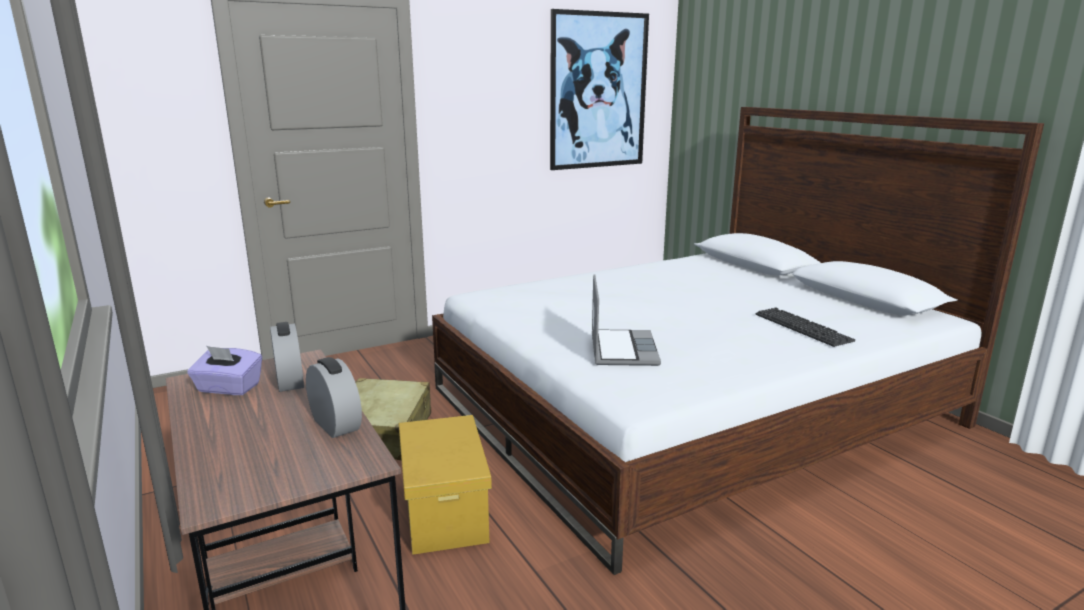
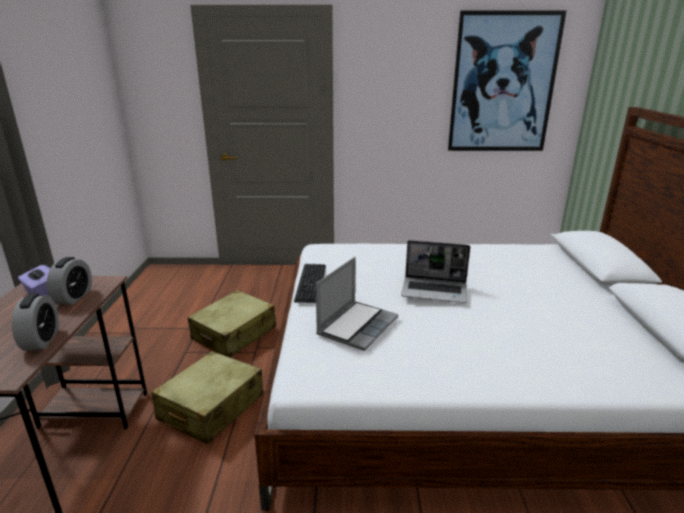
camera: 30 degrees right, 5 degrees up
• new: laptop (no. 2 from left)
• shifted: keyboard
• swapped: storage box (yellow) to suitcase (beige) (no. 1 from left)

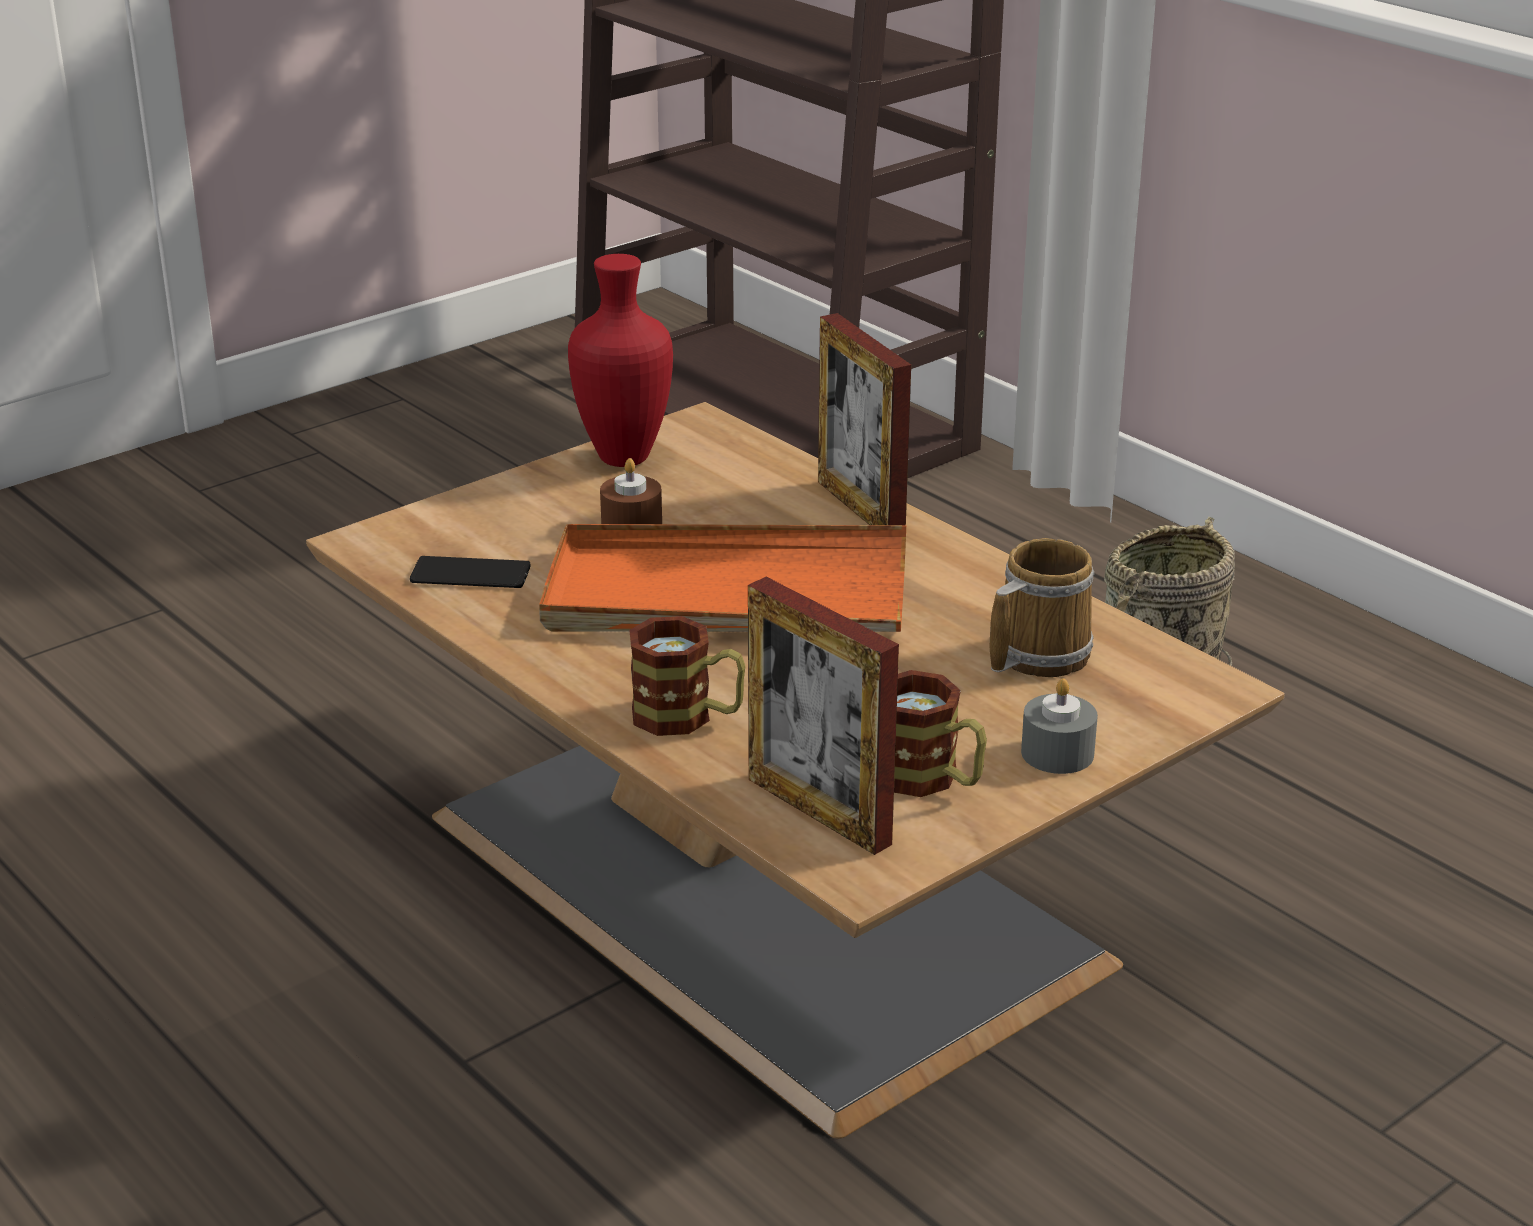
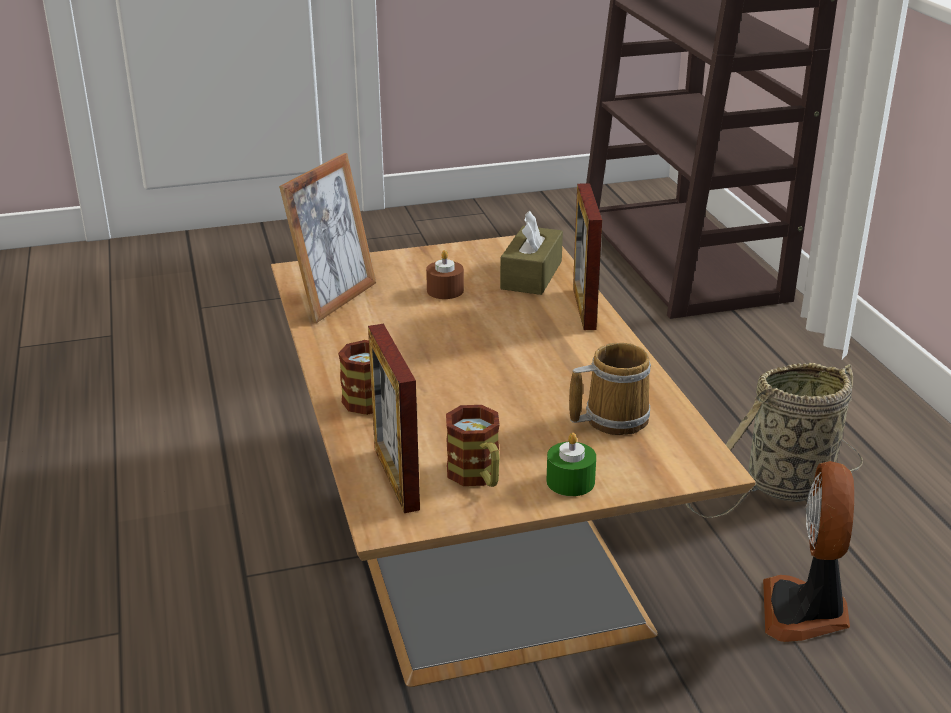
camera: 25 degrees right, 0 degrees up
• gone: tray (orange)
• gone: vase (red)
• new: tissue box (brown)
• new: fan
• swapped: phone to picture frame (no. 1 from left)
• repainted: candle (grey) to candle (green)

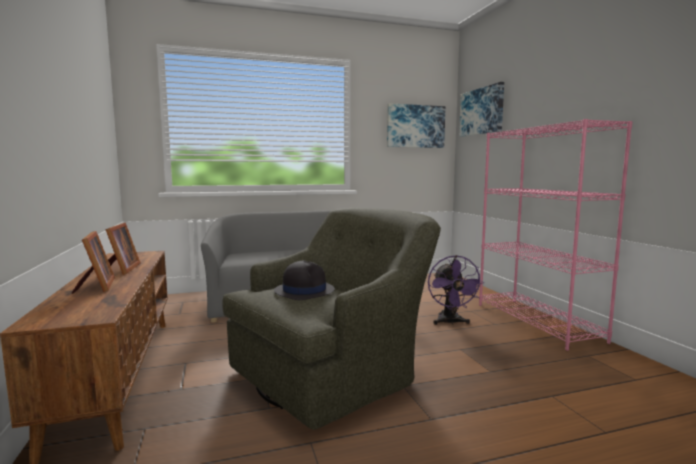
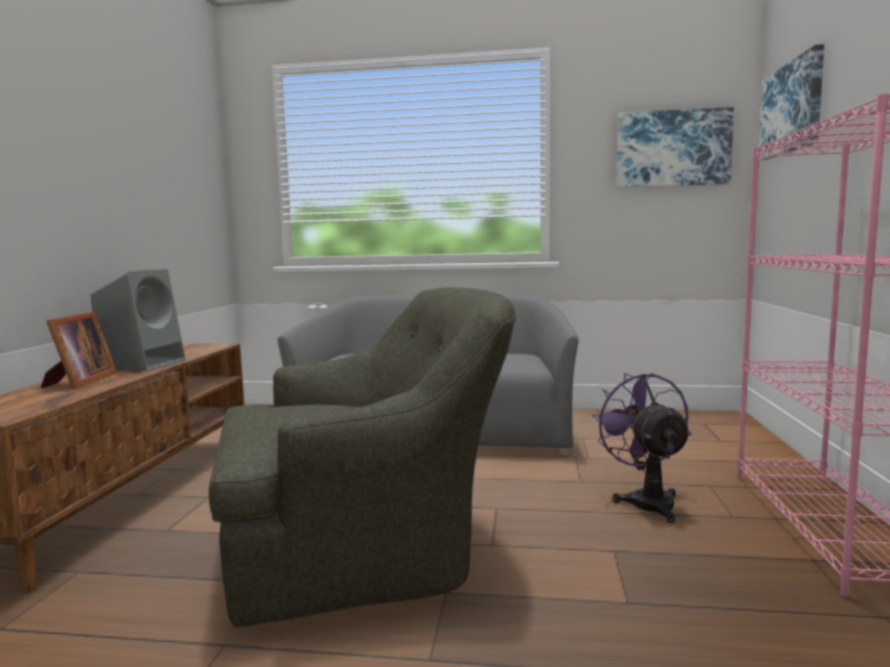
camera: 25 degrees right, 0 degrees up
• gone: hat (black)
• swapped: picture frame (no. 2 from left) to speaker (grey)
• rotated: fan (purple) 150 degrees clockwise

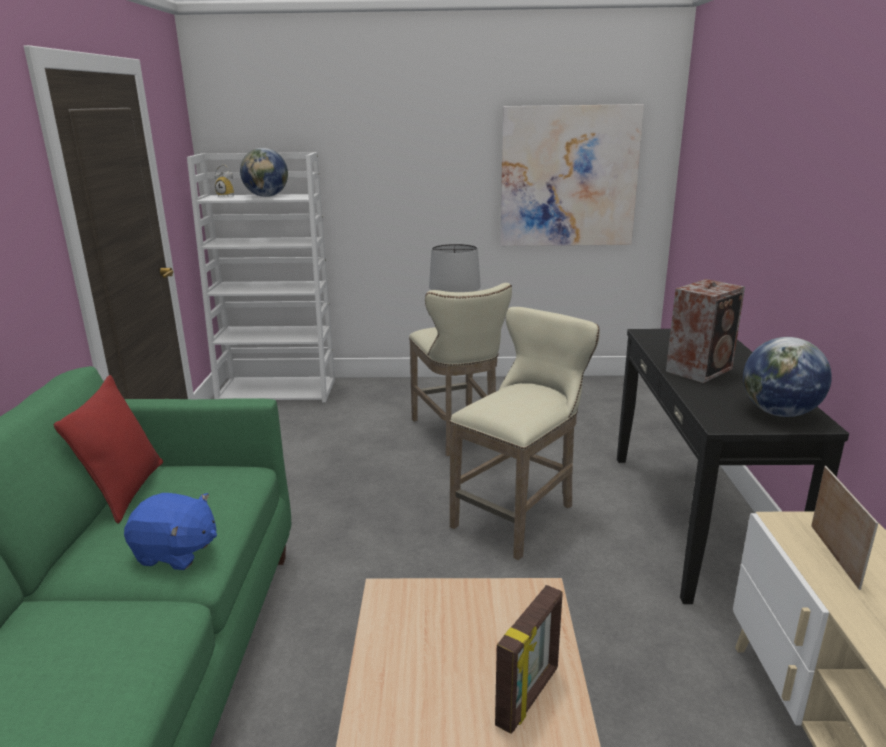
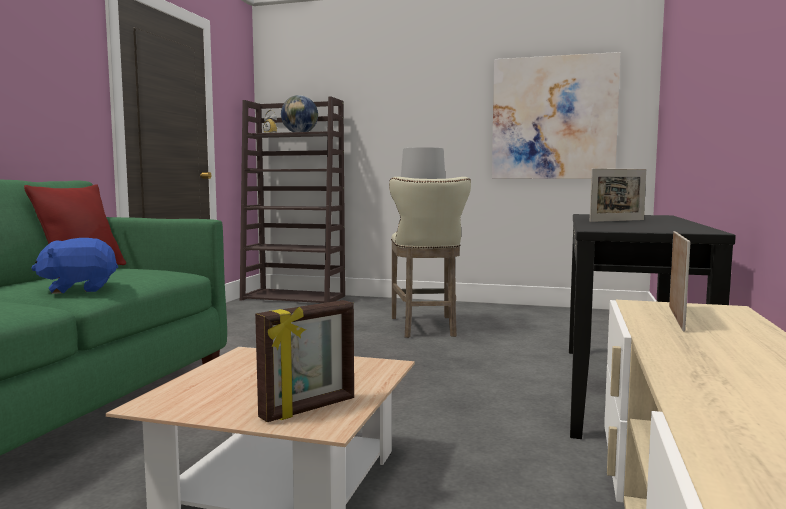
camera: 15 degrees right, 15 degrees down
• gone: stool (beige) (no. 2 from left)
• gone: globe (no. 2 from left)
• swapped: speaker to picture frame (no. 2 from left)
• repainted: bookcase (white) to bookcase (brown)
• rotated: plush toy (blue) 135 degrees clockwise

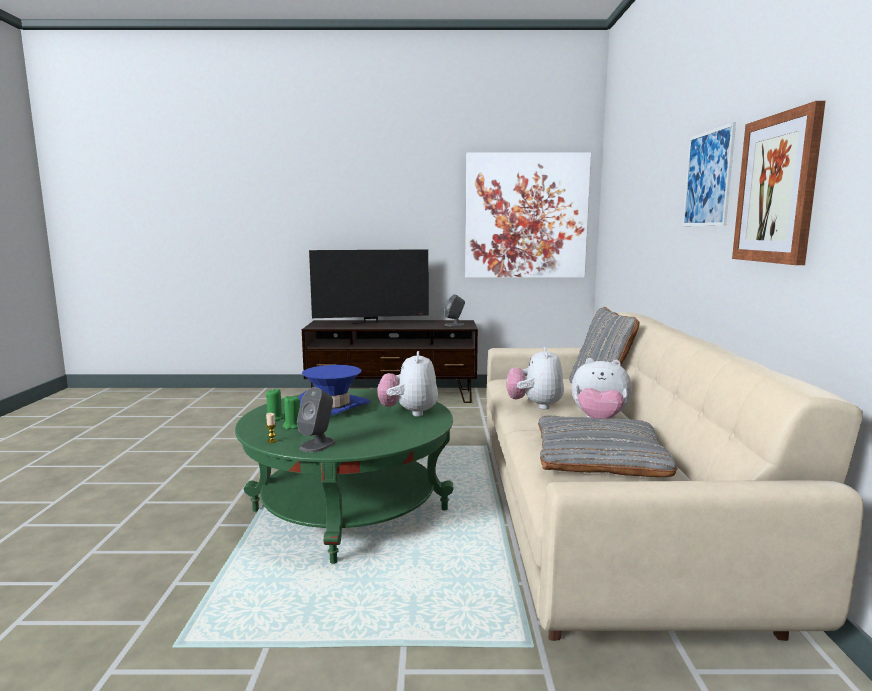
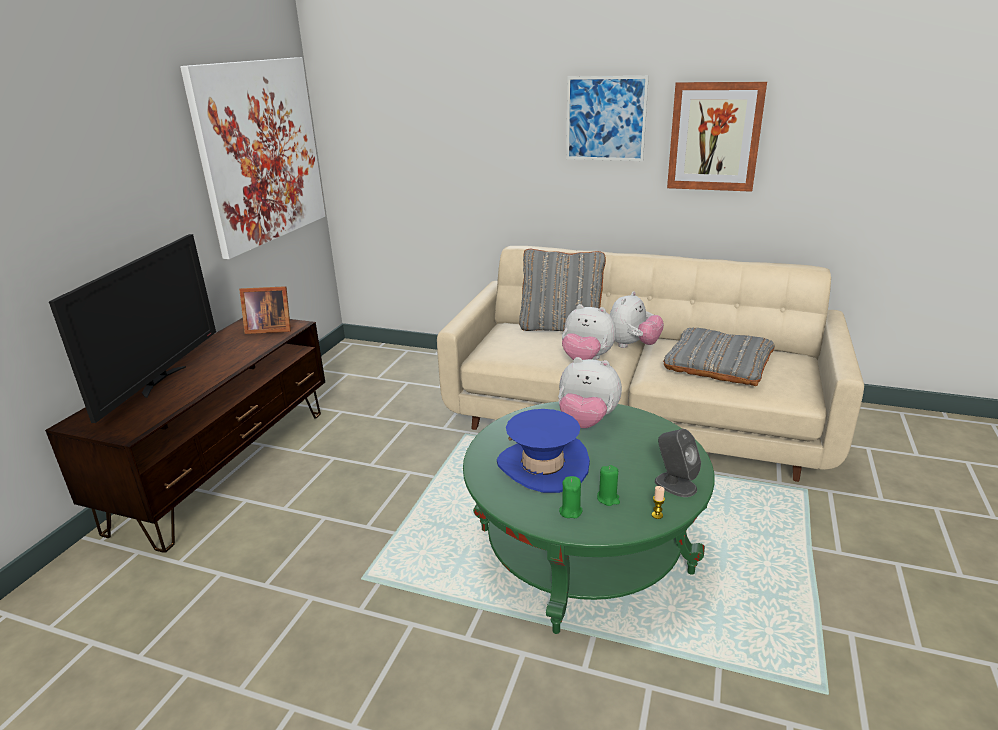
camera: 70 degrees left, 15 degrees up
• swapped: speaker (grey) (no. 2 from left) to picture frame

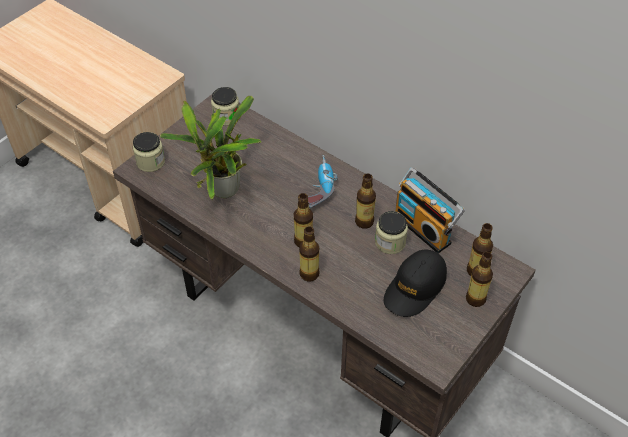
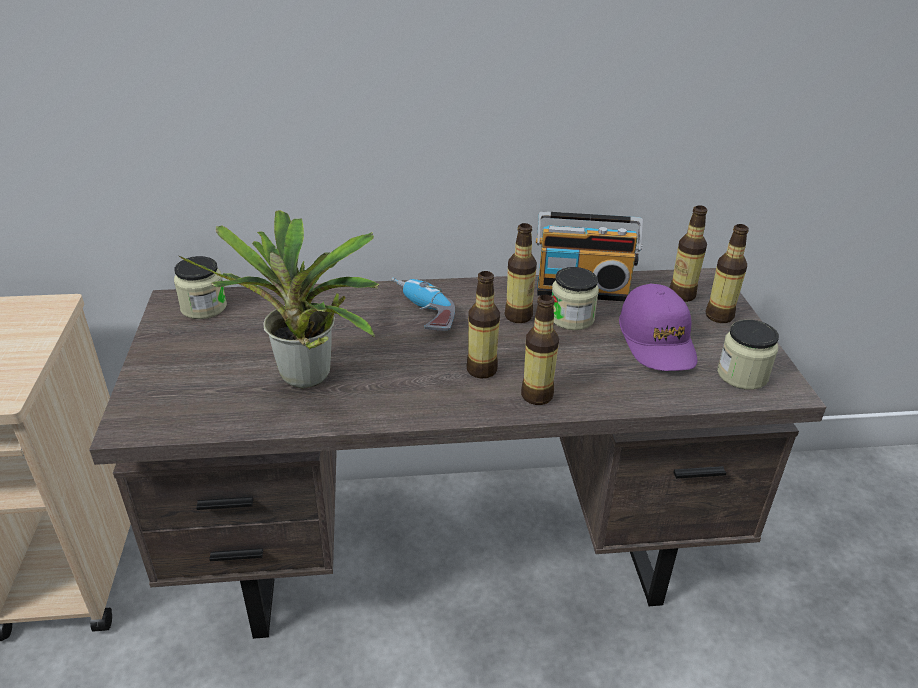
camera: 45 degrees left, 15 degrees down
• shifted: jar (no. 1 from left in the first image) to jar (no. 3 from left)
• repainted: cap (black) to cap (purple)

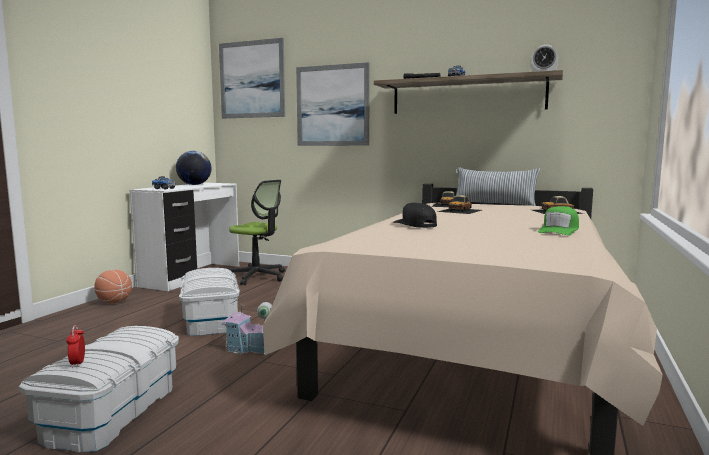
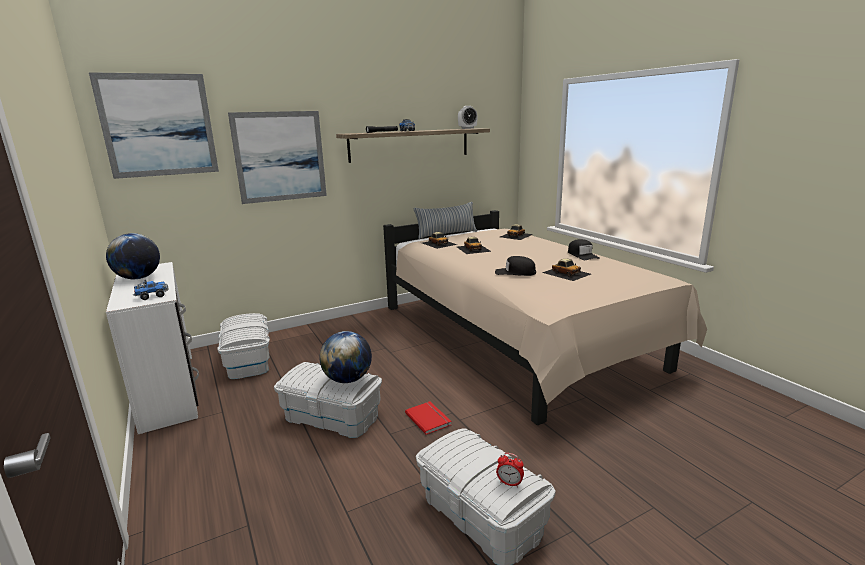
camera: 50 degrees left, 10 degrees up
• gone: basketball
• new: globe (no. 2 from left)
• new: toy car (no. 4 from left)
• swapped: toy house to book (red)
• swapped: office chair to storage box (white) (no. 1 from left)
• repainted: cap (green) to cap (black) (no. 2 from left)

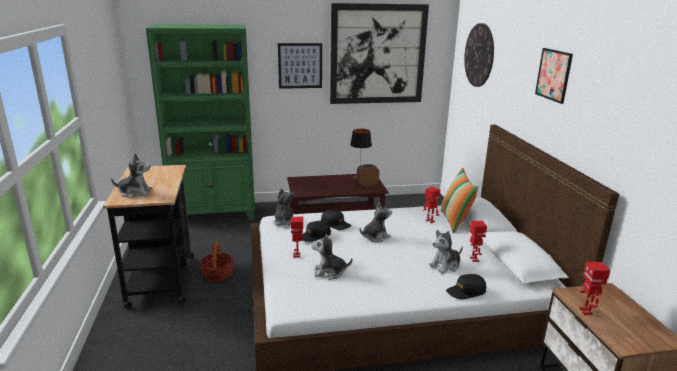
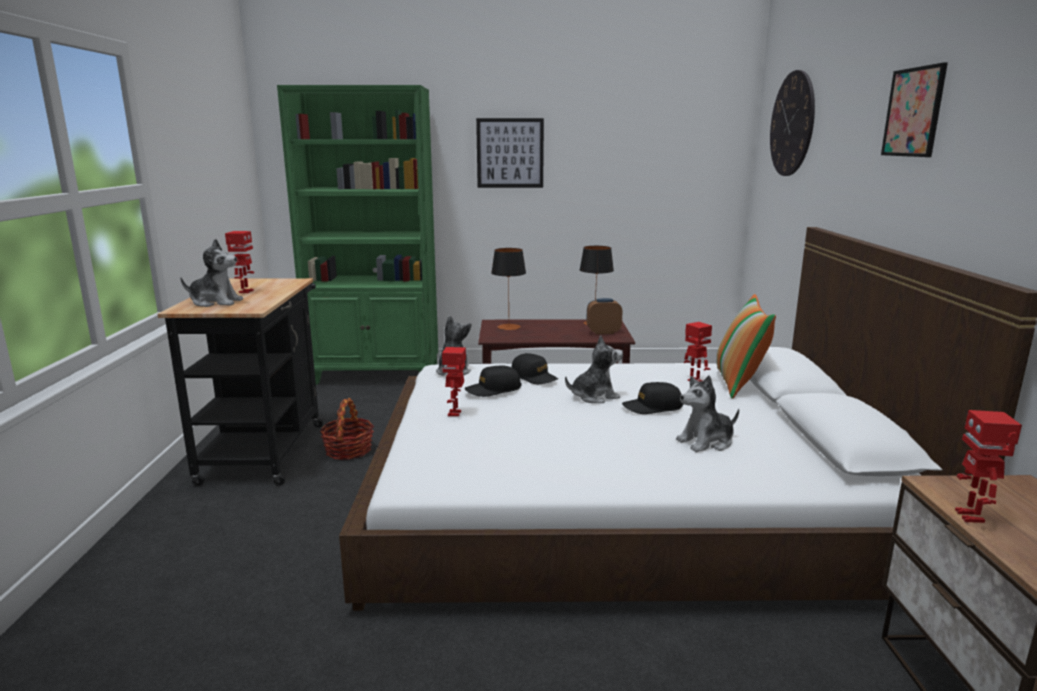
camera: 10 degrees right, 5 degrees down
• gone: plush toy (no. 3 from left)
• gone: picture (no. 2 from left)
• new: table lamp (no. 1 from left)
• shifted: cap (black) (no. 3 from left)
• shifted: toy robot (no. 3 from left in the first image) to toy robot (no. 1 from left)

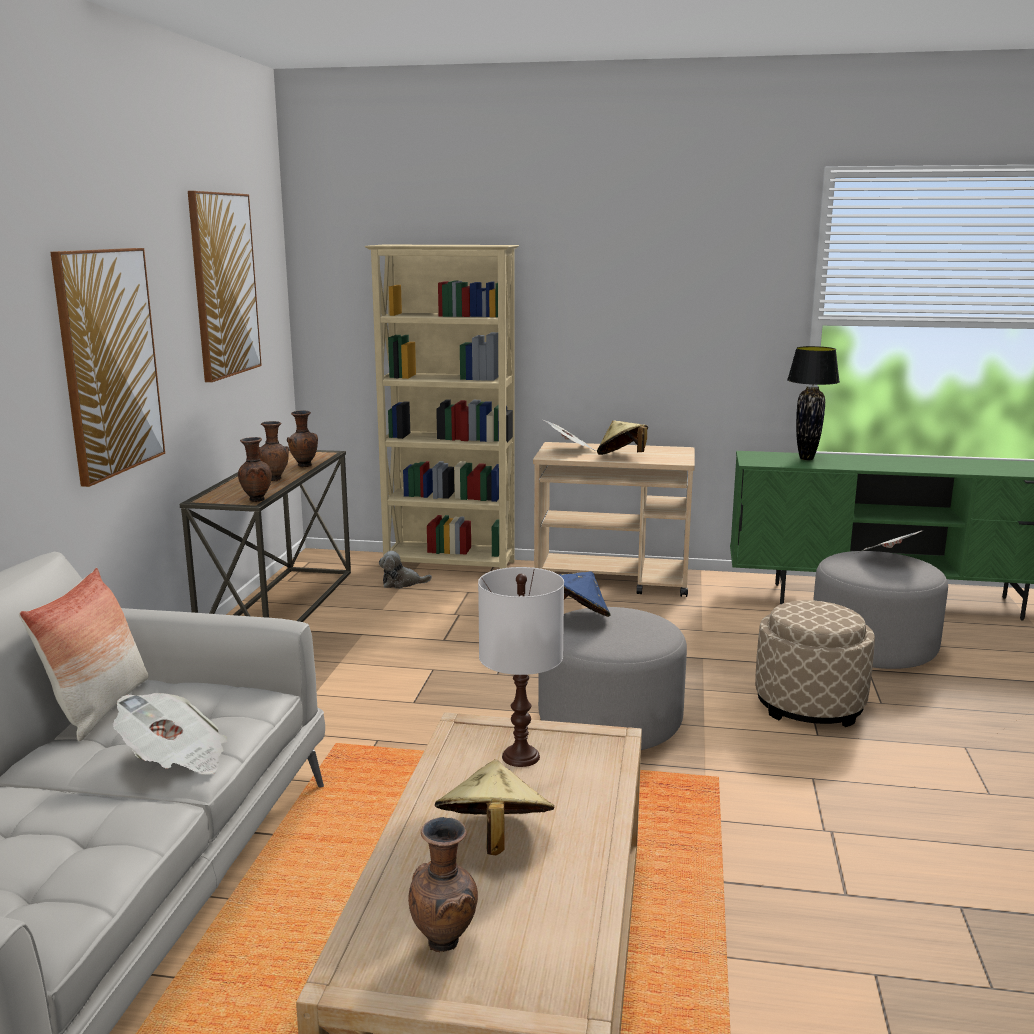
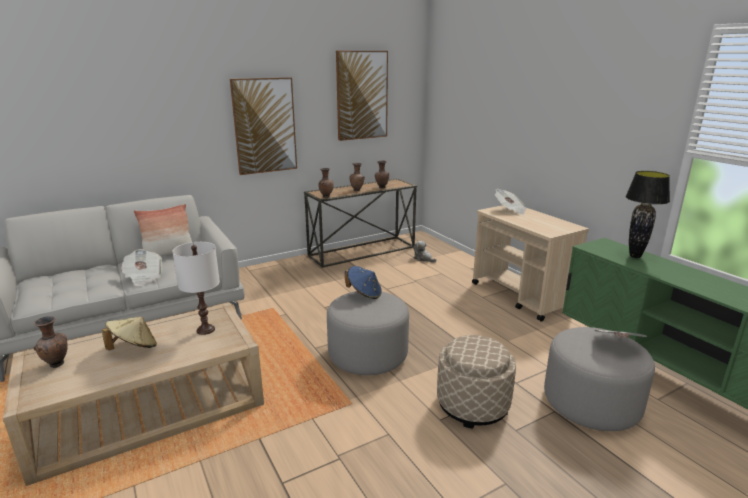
camera: 50 degrees right, 5 degrees up
• gone: bookcase (beige)
• gone: hat (beige) (no. 2 from left)

